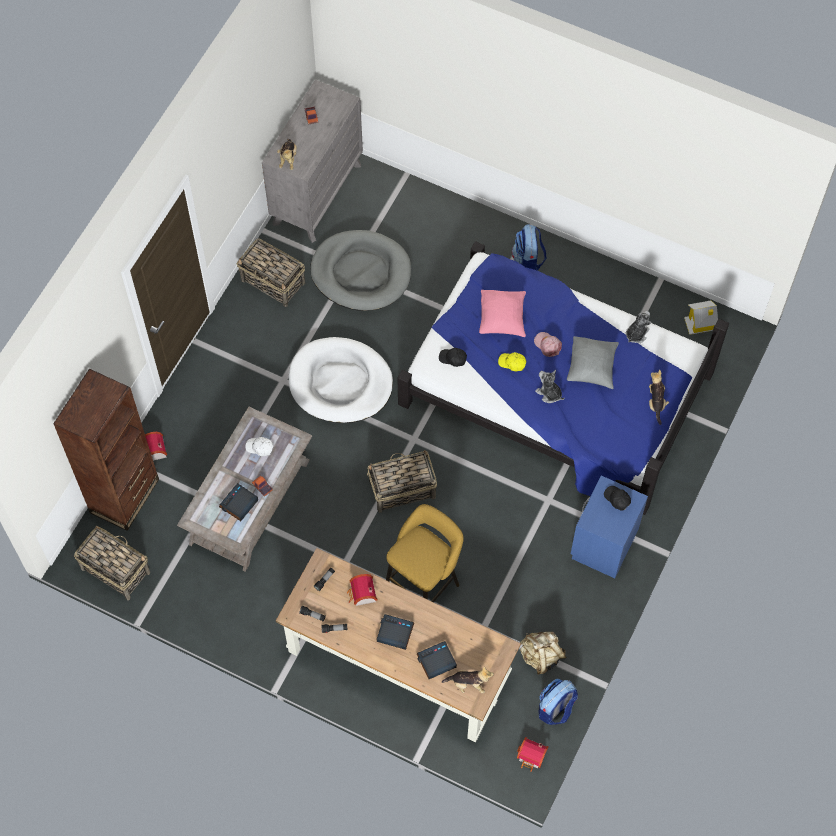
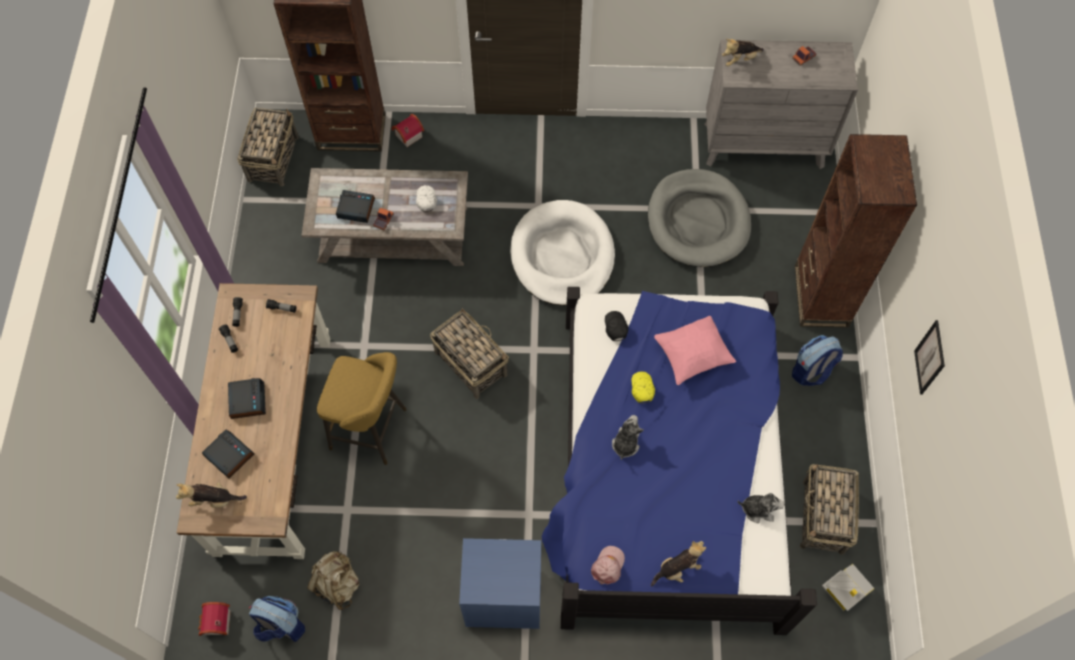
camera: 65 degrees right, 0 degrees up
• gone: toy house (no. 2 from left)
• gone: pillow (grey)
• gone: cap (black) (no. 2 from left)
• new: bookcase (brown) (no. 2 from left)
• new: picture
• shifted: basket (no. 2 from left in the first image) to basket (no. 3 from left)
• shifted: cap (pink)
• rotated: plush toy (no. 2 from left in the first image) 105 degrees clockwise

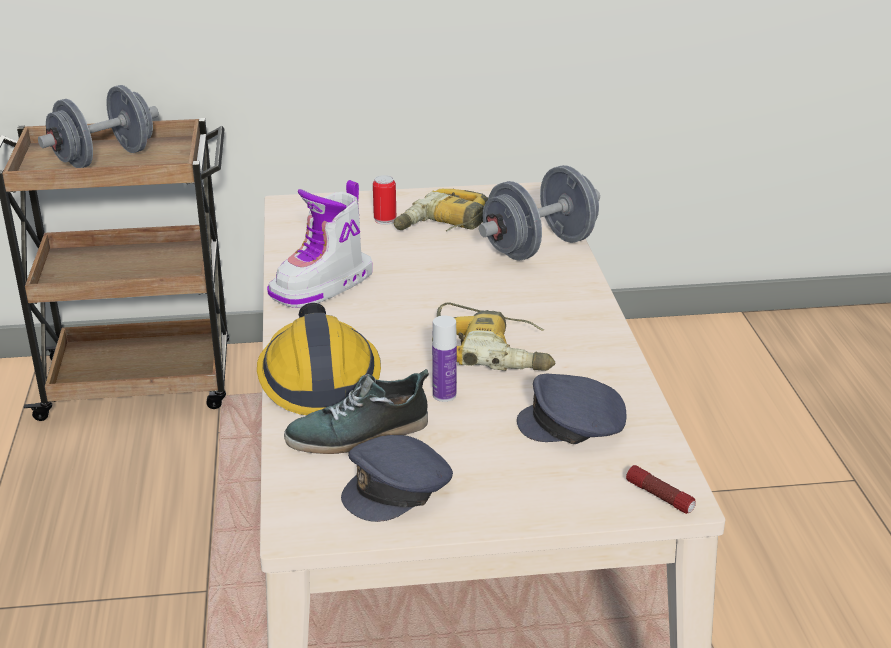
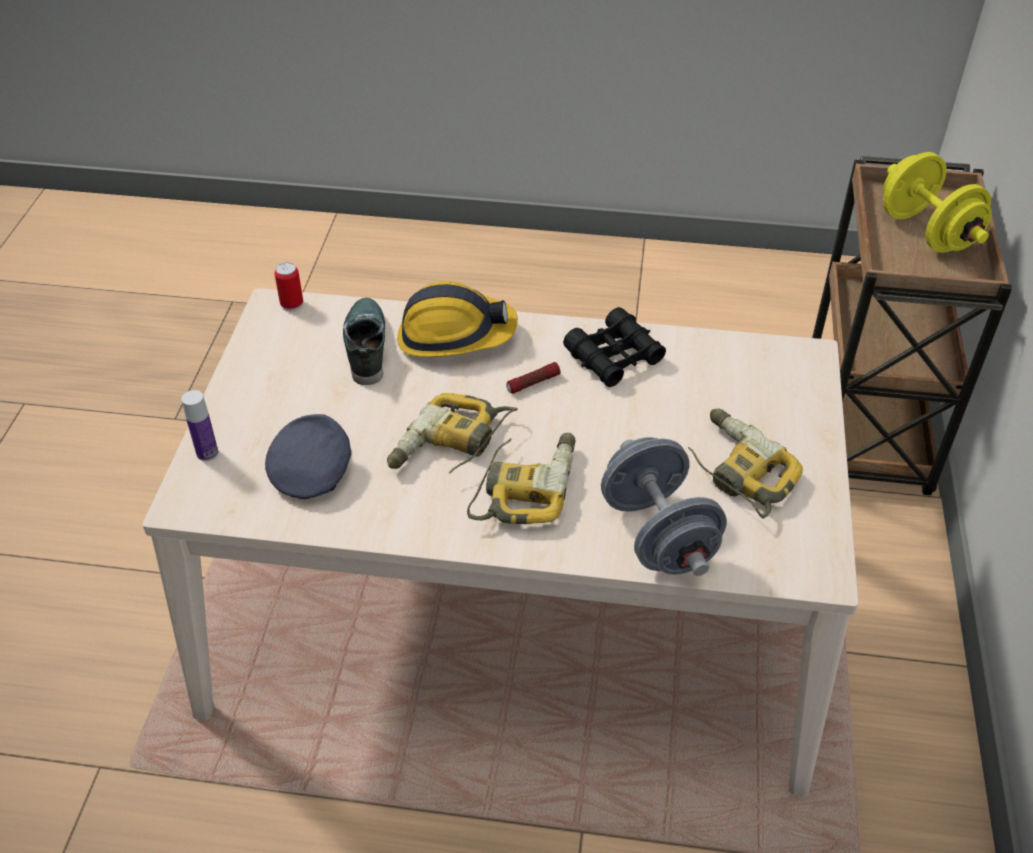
camera: 105 degrees right, 15 degrees up
• gone: cap (grey) (no. 1 from left)
• new: power drill (no. 2 from left)
• shifted: can
• shifted: bottle
• shifted: flashlight
• swapped: boot to binoculars (black)
• repainted: dumbbell (grey) (no. 1 from left) to dumbbell (yellow)

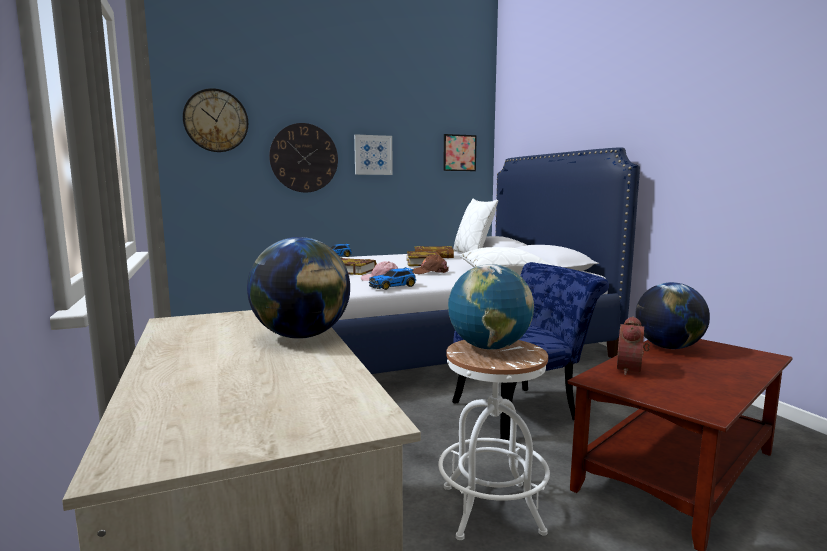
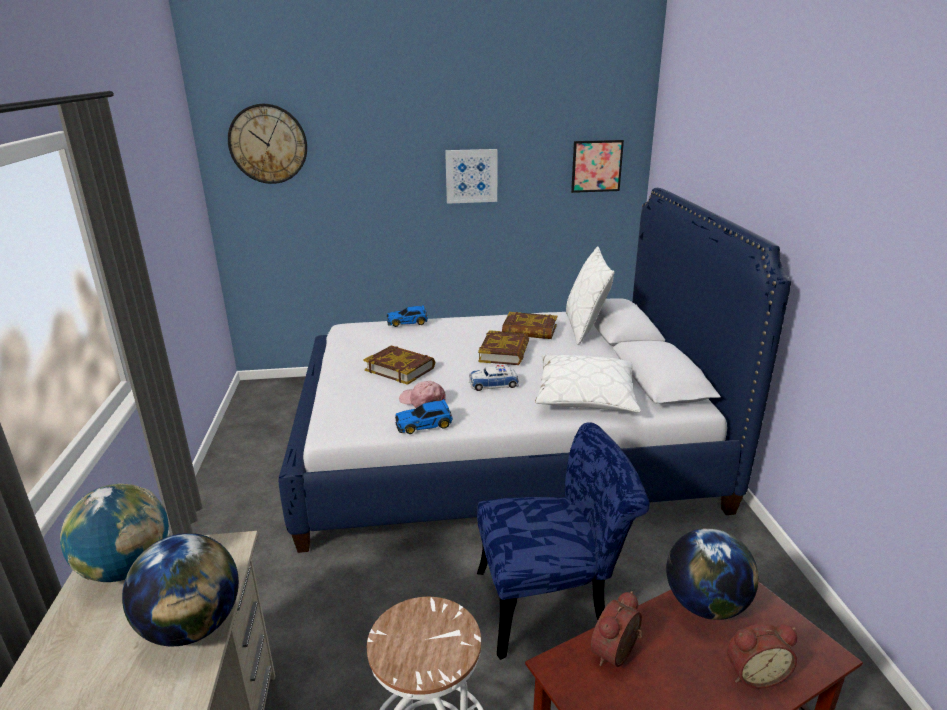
camera: 15 degrees right, 15 degrees up
• gone: wall clock (no. 2 from left)
• new: alarm clock (no. 2 from left)
• shifted: globe (no. 2 from left in the first image) to globe (no. 1 from left)
• swapped: cap (brown) to toy car (no. 3 from left)

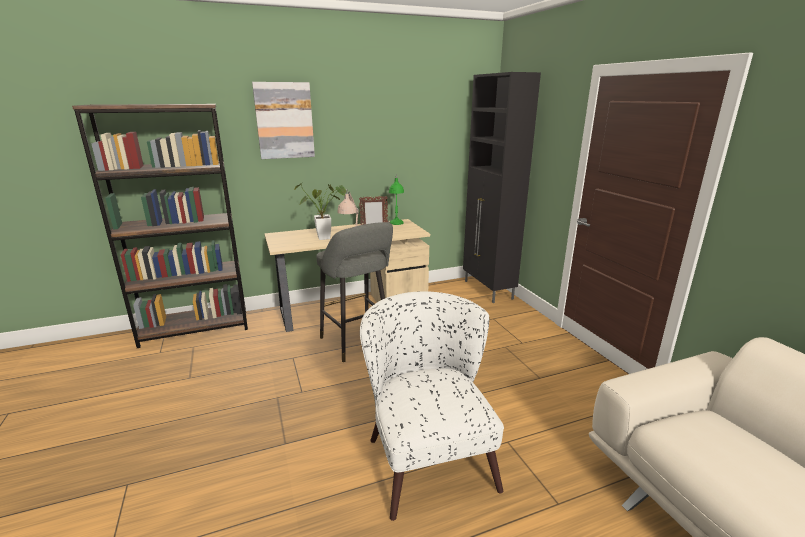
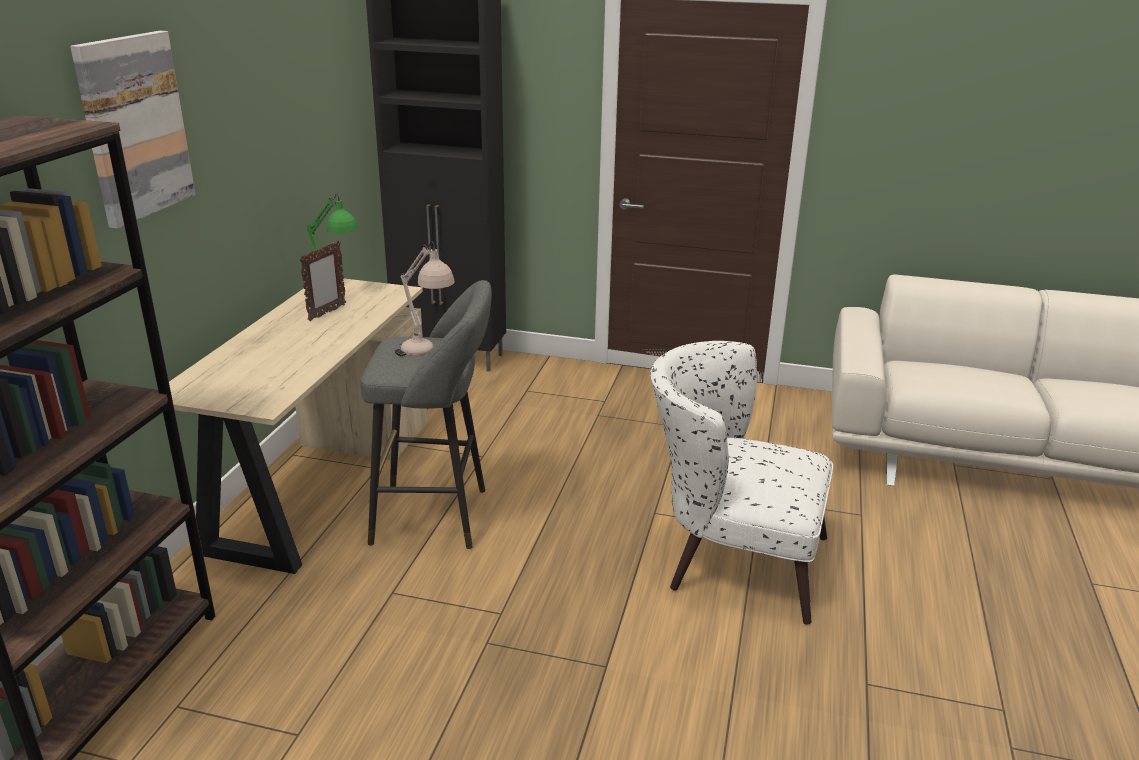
camera: 55 degrees left, 5 degrees up
• gone: potted plant

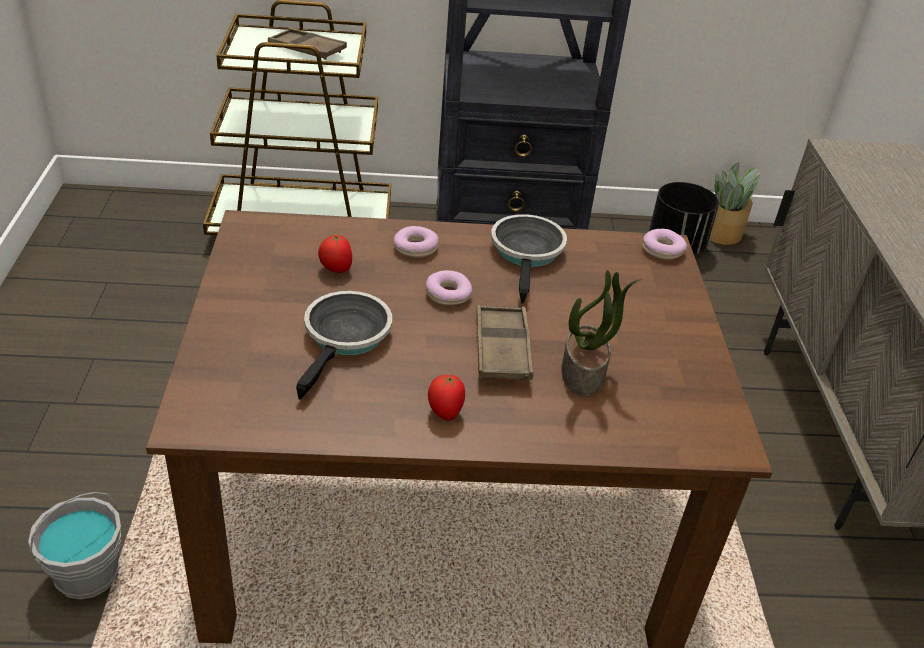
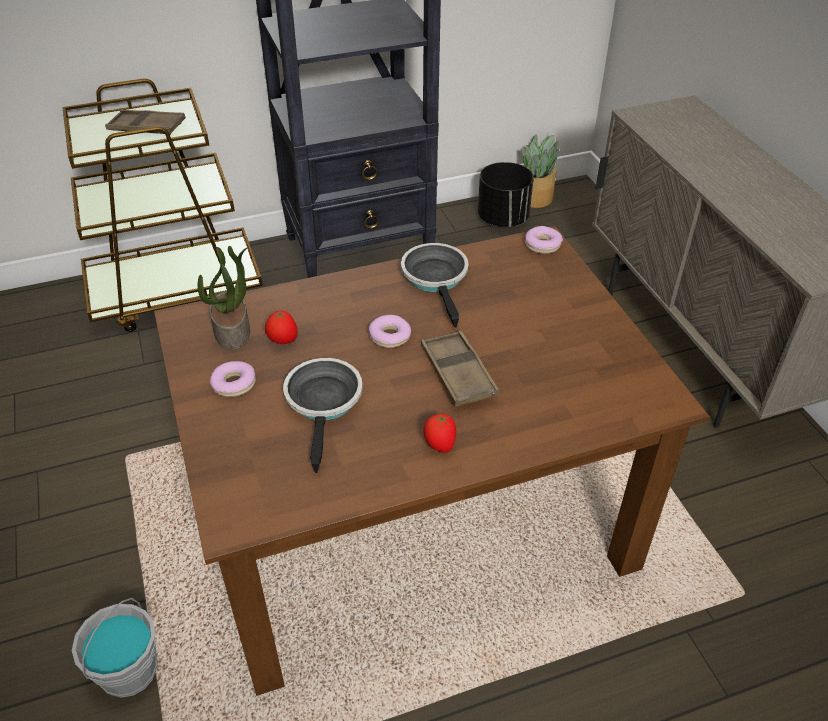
camera: 15 degrees left, 5 degrees up
• shifted: donut (no. 1 from left)
• shifted: potted plant (no. 1 from left)

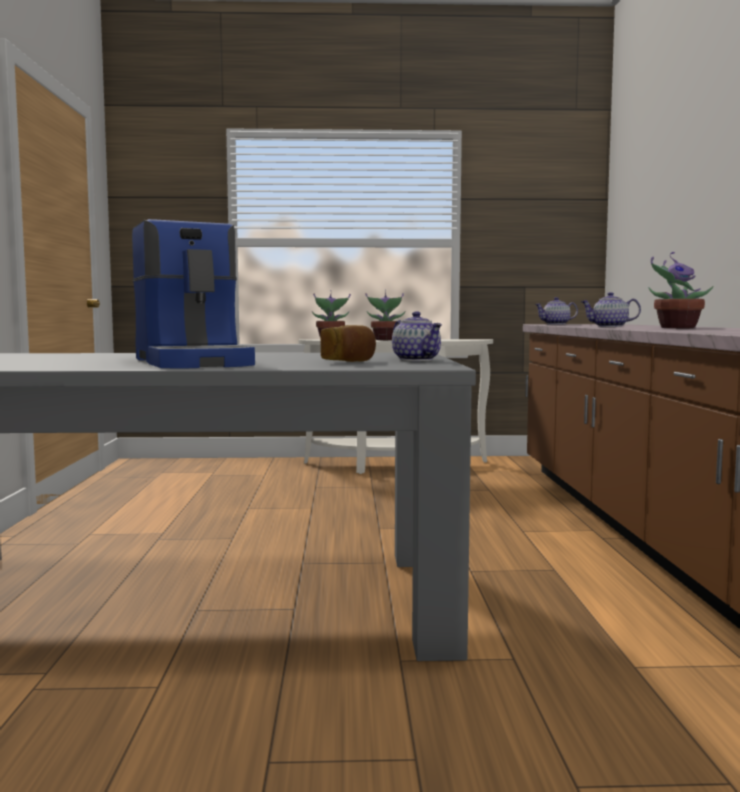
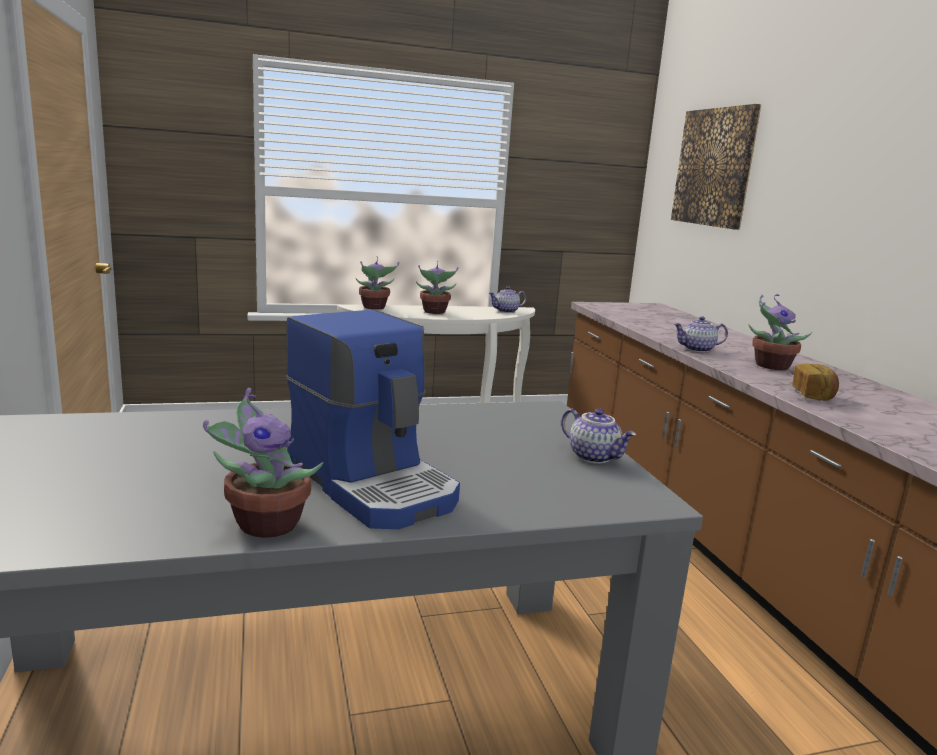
camera: 15 degrees left, 10 degrees up
• new: potted plant (no. 1 from left)
• new: picture
• shifted: bread
• shifted: teapot (no. 2 from left in the first image) to teapot (no. 1 from left)

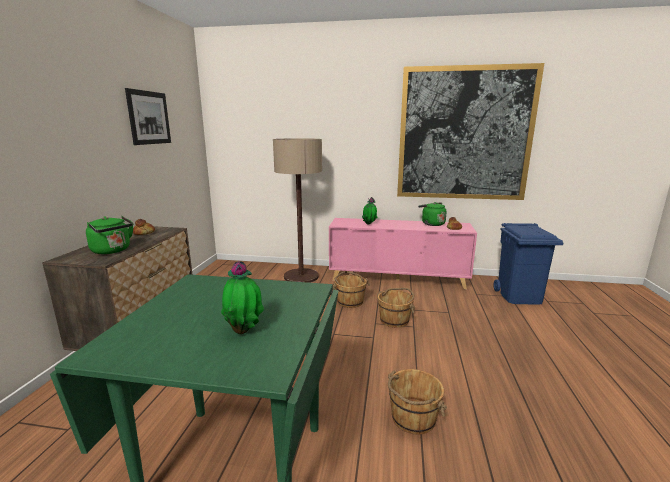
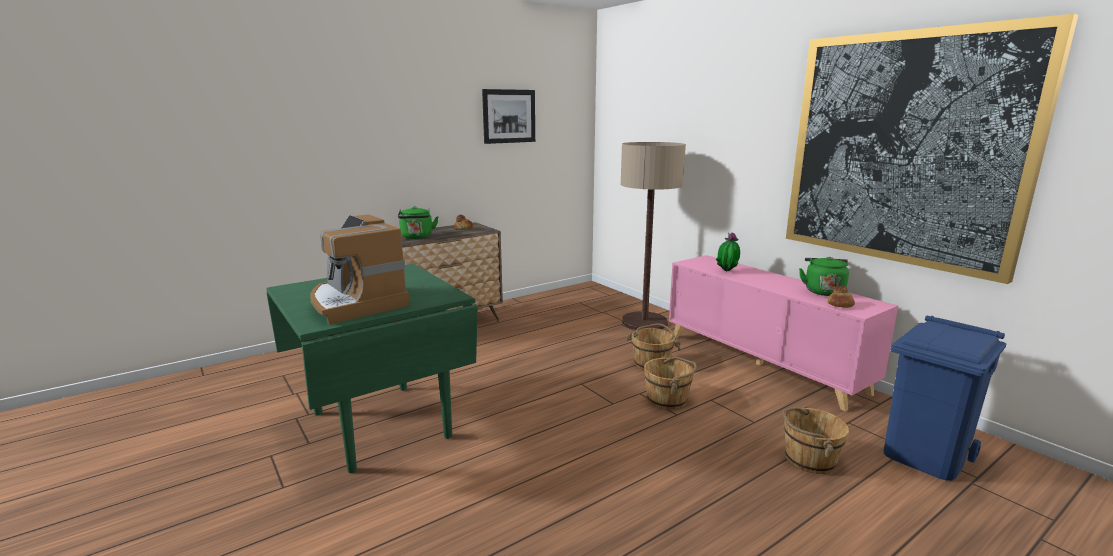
camera: 45 degrees right, 0 degrees up
• shifted: bucket (brown) (no. 3 from left)
• swapped: potted plant (no. 1 from left) to coffee machine

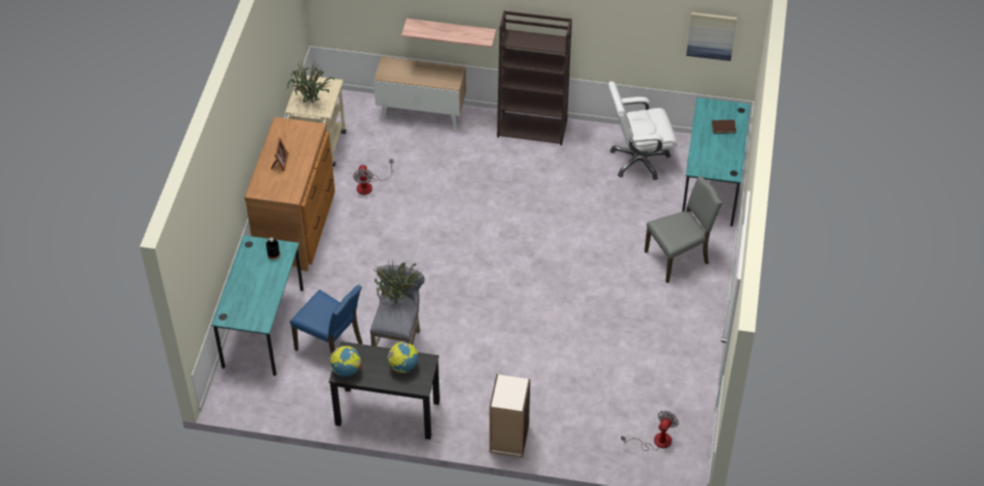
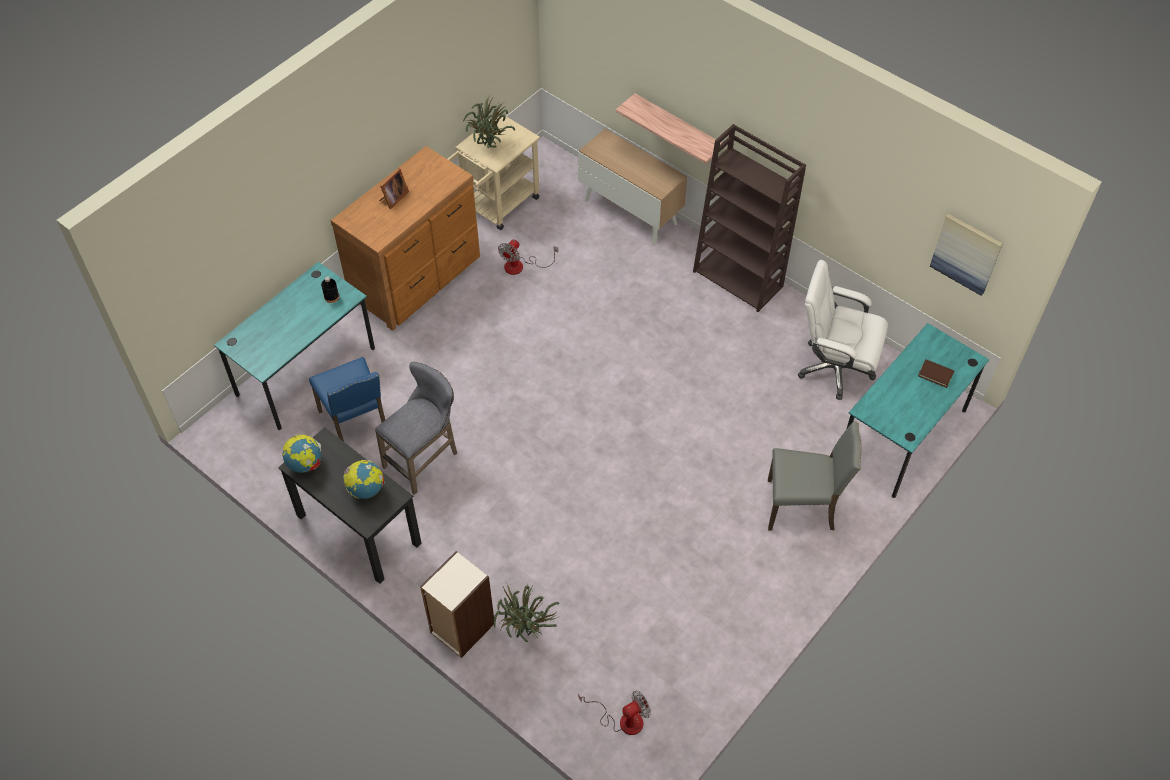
camera: 30 degrees right, 5 degrees up
• shifted: potted plant (no. 2 from left)

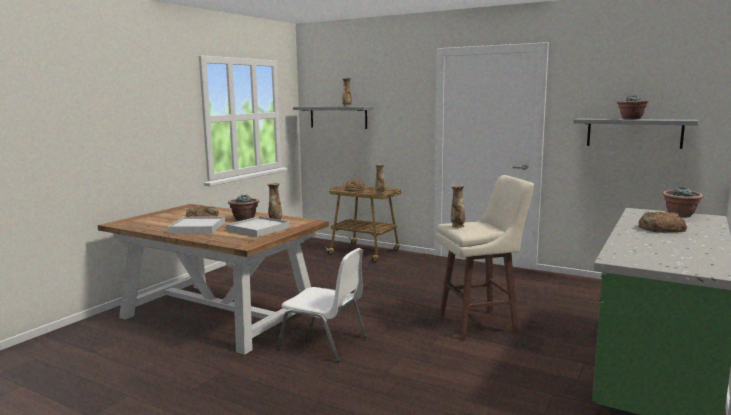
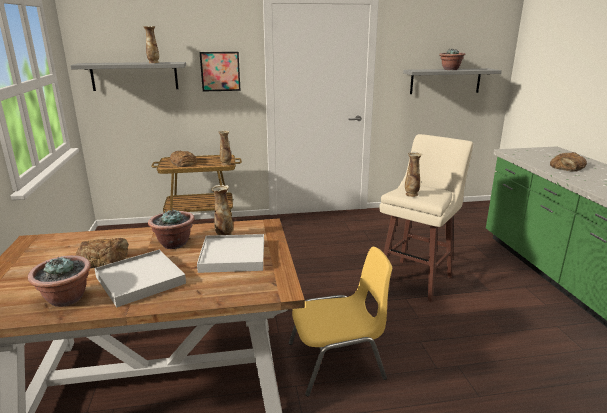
camera: 40 degrees left, 10 degrees up
• new: picture
• shifted: potted plant (no. 3 from left in the first image) to potted plant (no. 1 from left)
• repainted: chair (white) to chair (yellow)

